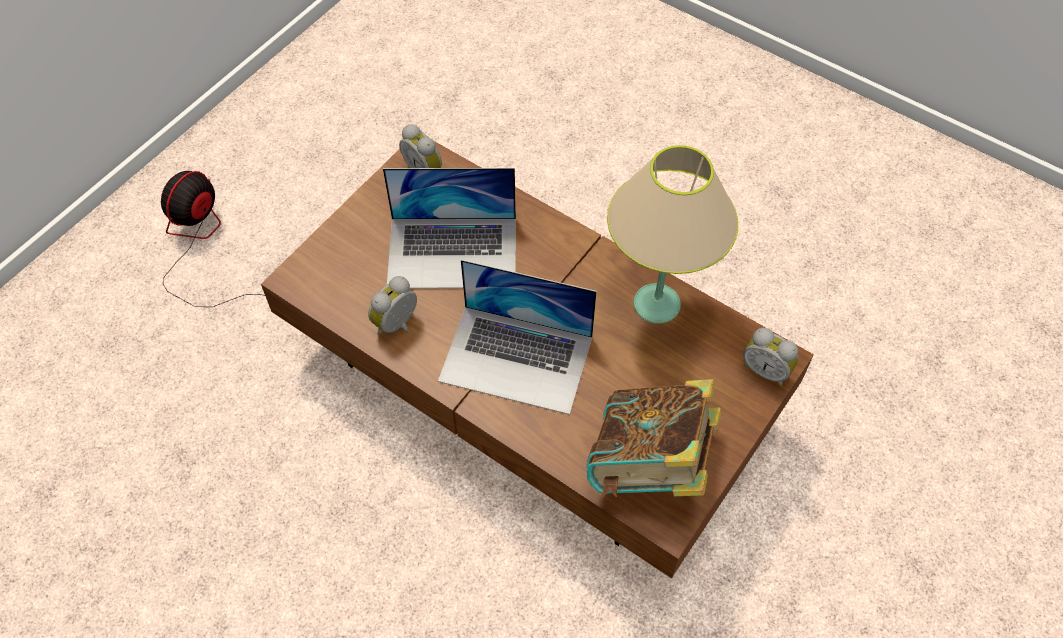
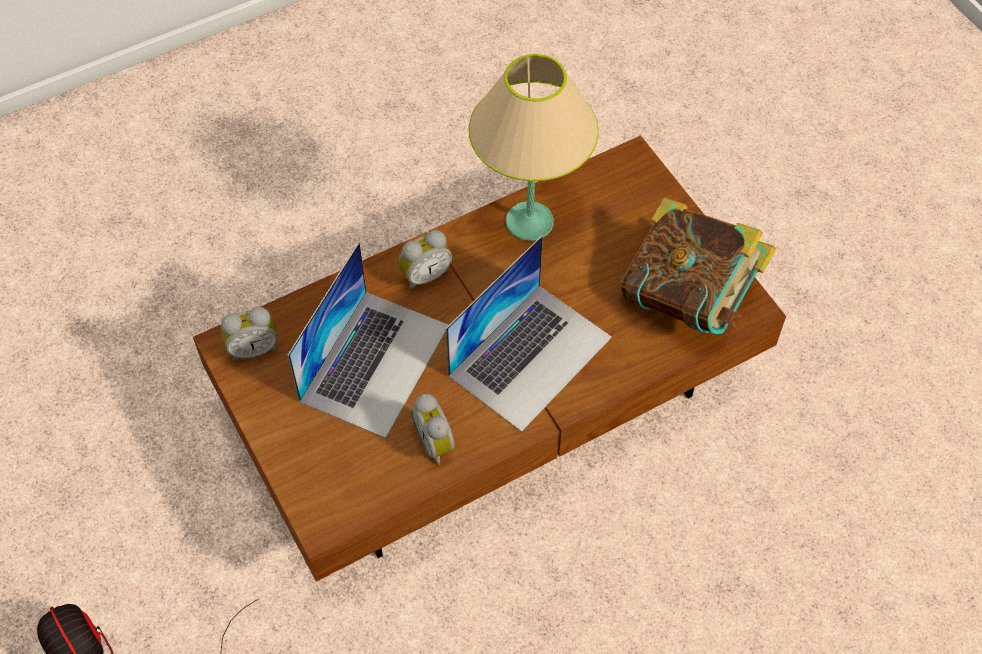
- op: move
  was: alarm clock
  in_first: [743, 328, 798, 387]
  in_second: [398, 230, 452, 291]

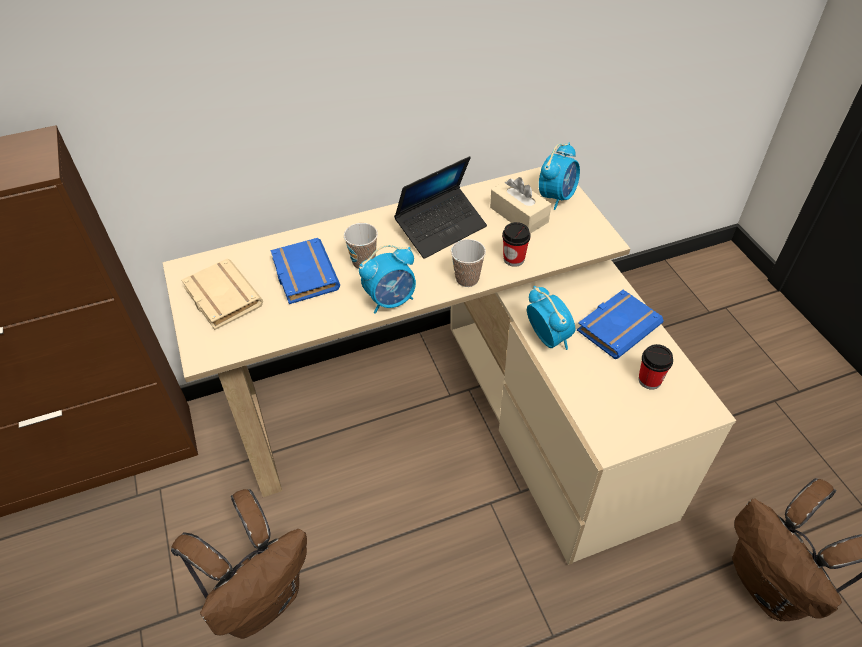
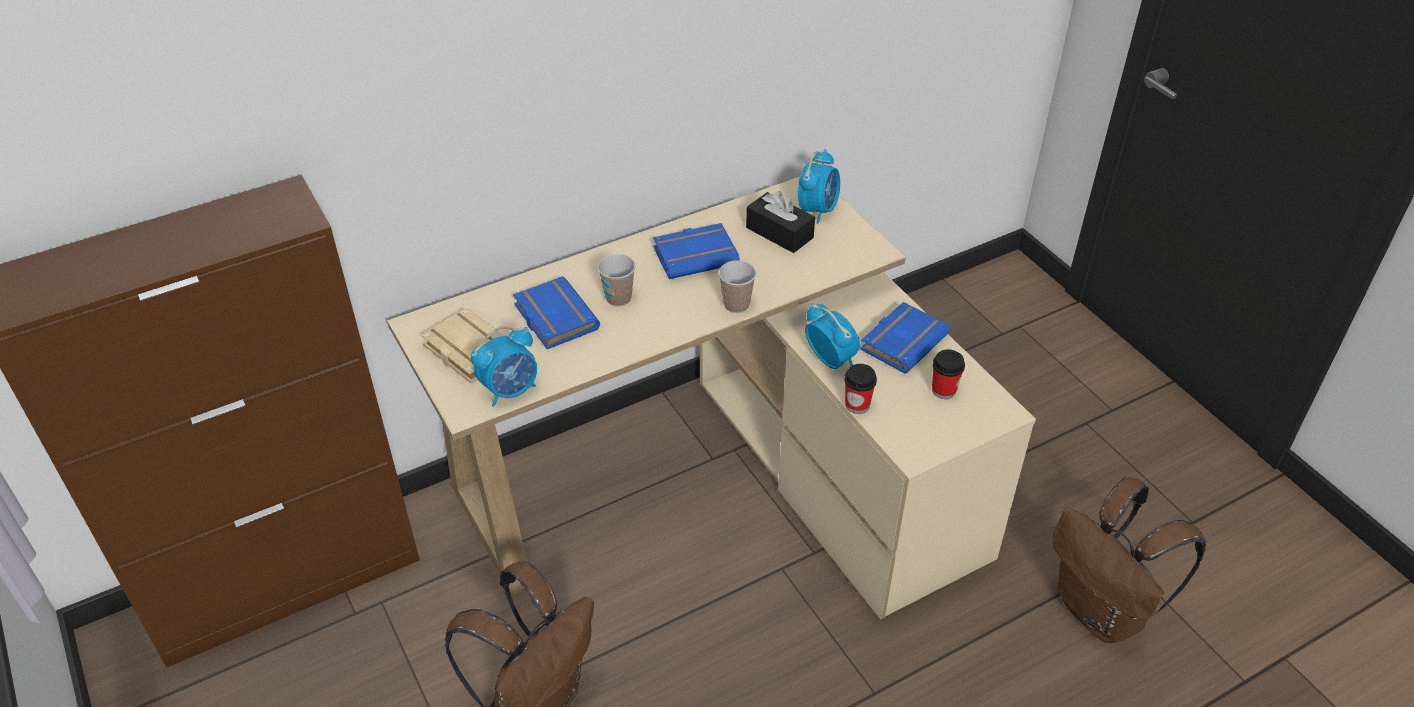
- op: move
  was: alarm clock
  in_first: [359, 245, 416, 314]
  in_second: [471, 327, 537, 407]
- op: replace
  was: laptop
  now: blue book
  in_first: [394, 156, 487, 259]
  in_second: [653, 223, 740, 279]
- op: recolor
  was: beige tissue box
  now: black tissue box
  in_first: [490, 177, 551, 234]
  in_second: [746, 191, 815, 253]
- op: move
  was: cup
  in_first: [502, 222, 531, 267]
  in_second: [844, 364, 877, 414]

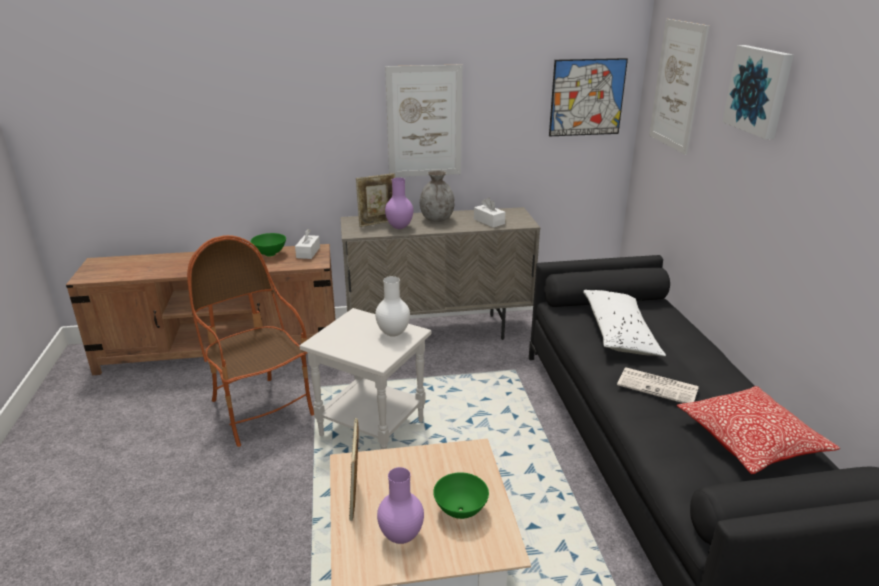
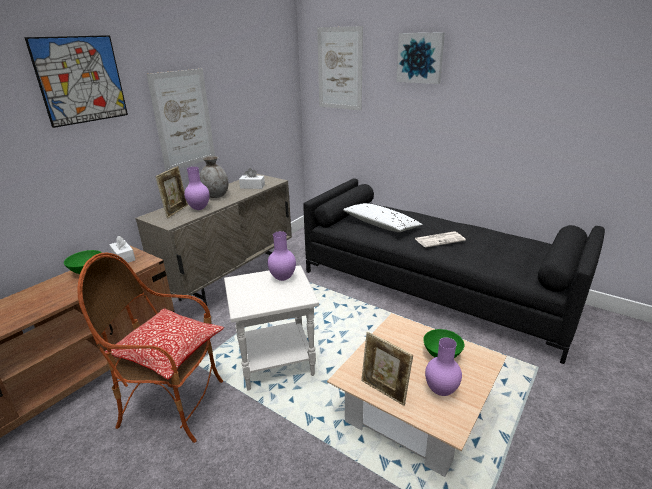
- op: recolor
  was: white vase
  now: purple vase
  in_first: [375, 276, 410, 337]
  in_second: [268, 231, 296, 281]
- op: move
  was: picture
  in_first: [549, 58, 628, 136]
  in_second: [24, 35, 128, 128]
- op: move
  was: pillow
  in_first: [677, 386, 840, 474]
  in_second: [104, 308, 224, 380]

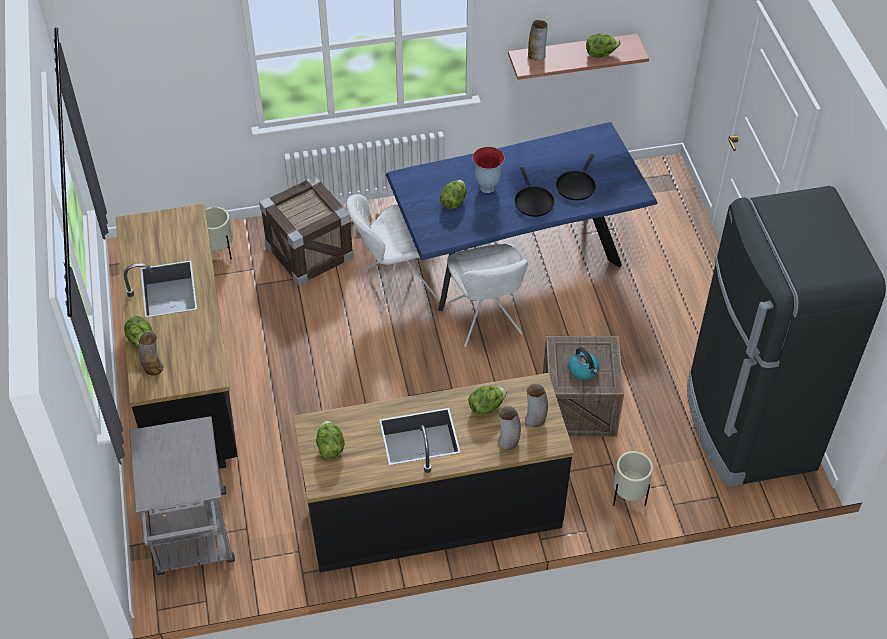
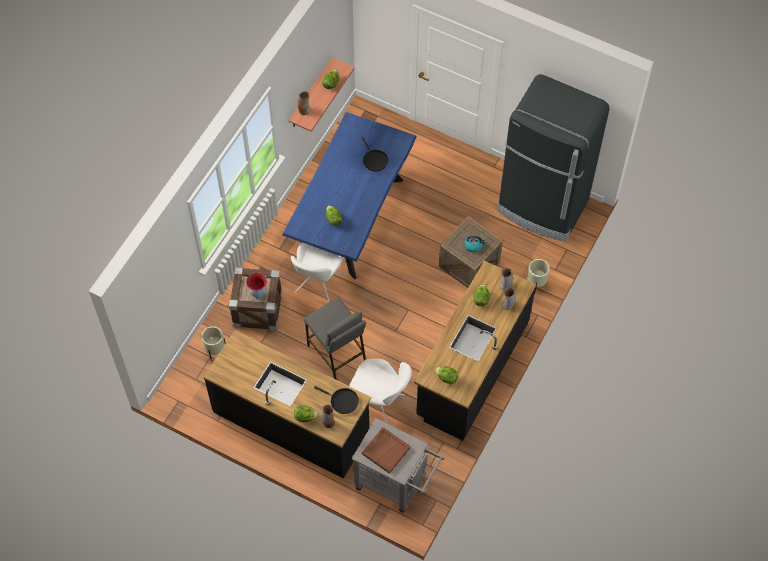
- op: move
  was: white chair
  in_first: [447, 244, 528, 347]
  in_second: [349, 358, 412, 423]
- op: move
  was: vase
  in_first: [473, 147, 504, 193]
  in_second: [246, 272, 267, 299]
- op: move
  was: black frying pan
  in_first: [515, 167, 555, 217]
  in_second: [314, 386, 359, 414]
- op: insert
  now: grey stool
  in_second: [304, 297, 366, 380]
- op: insert
  now: brown tray
  in_second: [362, 427, 411, 474]

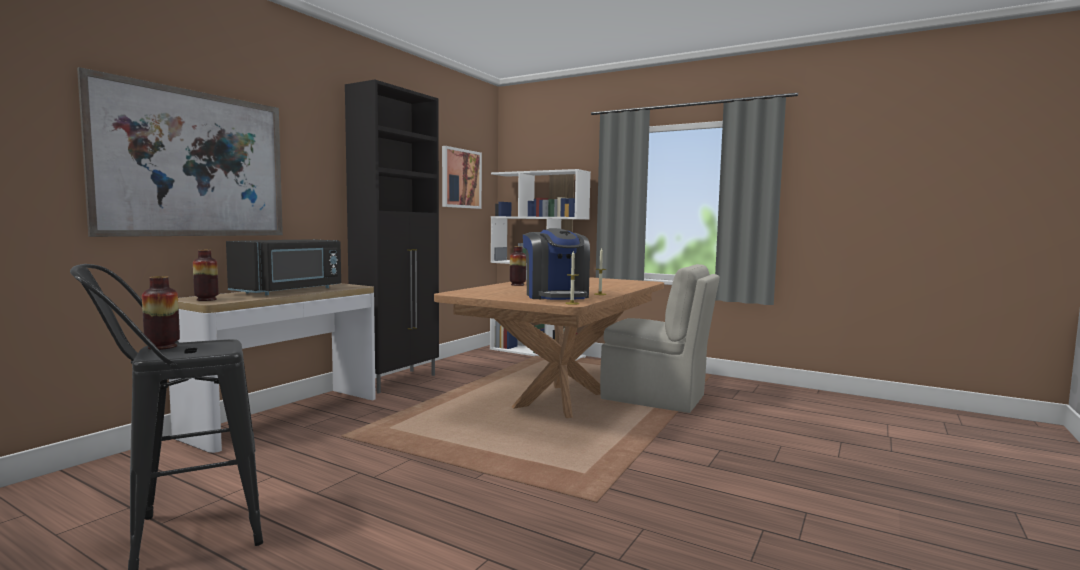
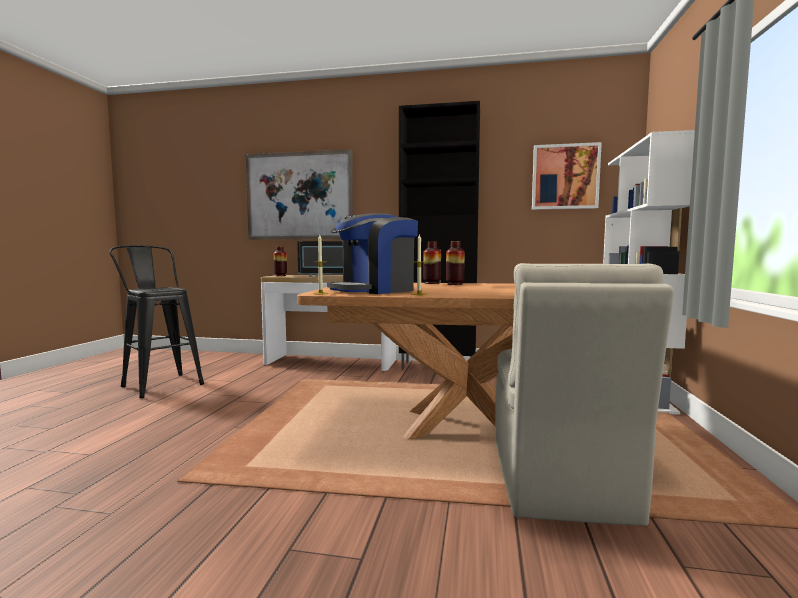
- op: move
  was: vase
  in_first: [142, 276, 180, 350]
  in_second: [423, 242, 441, 284]

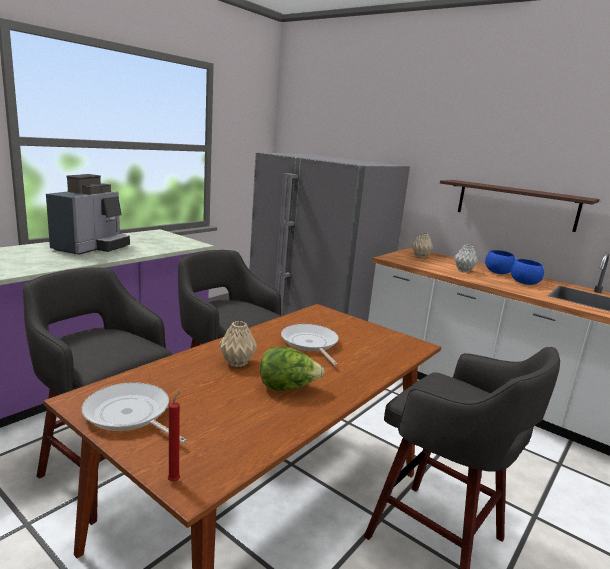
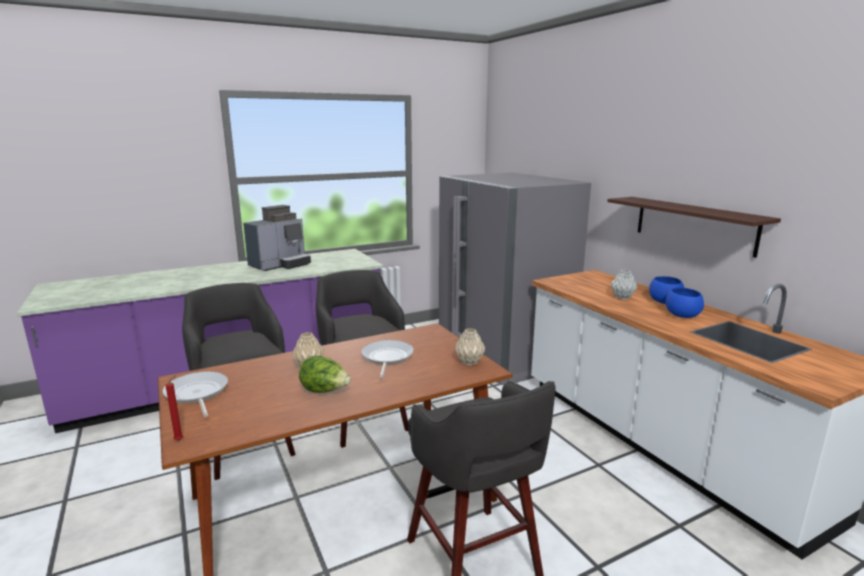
- op: move
  was: beige vase
  in_first: [412, 233, 433, 258]
  in_second: [455, 328, 485, 366]

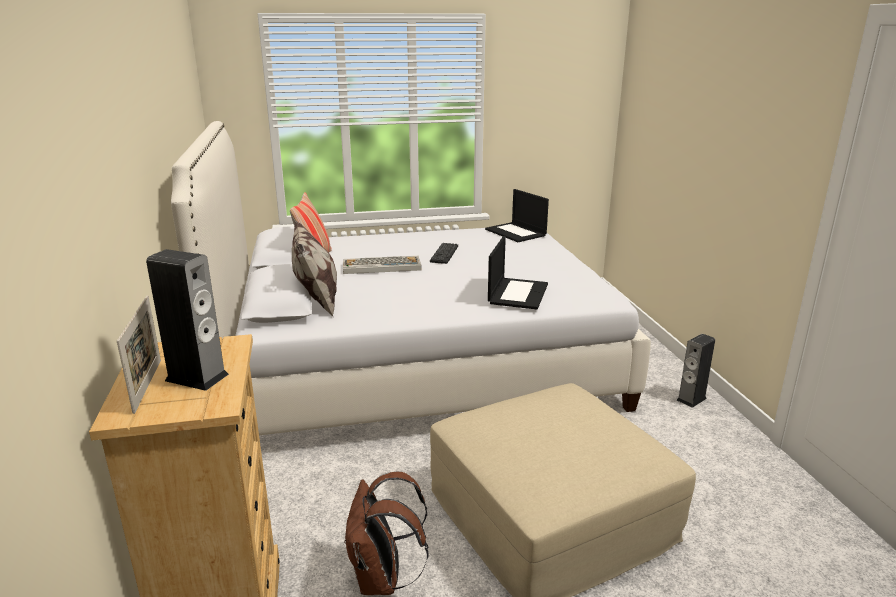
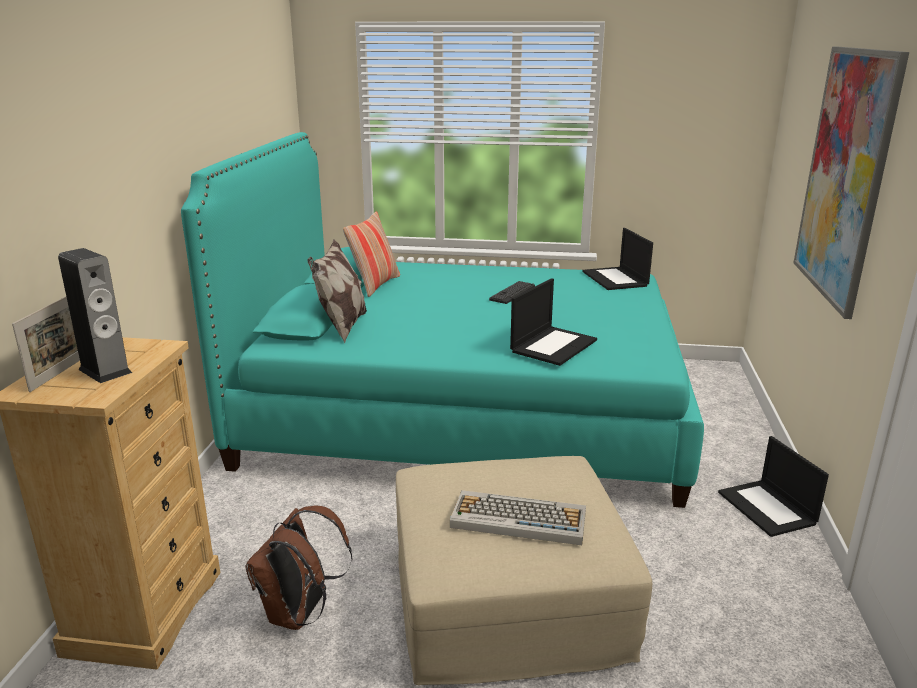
- op: recolor
  was: white bed
  now: turquoise bed
  in_first: [171, 121, 651, 435]
  in_second: [181, 132, 704, 508]
- op: move
  was: keyboard
  in_first: [343, 256, 422, 274]
  in_second: [450, 490, 586, 545]
- op: replace
  was: speaker
  now: laptop
  in_first: [677, 334, 715, 408]
  in_second: [718, 436, 829, 537]
- op: insert
  now: picture
  in_second: [793, 47, 909, 319]

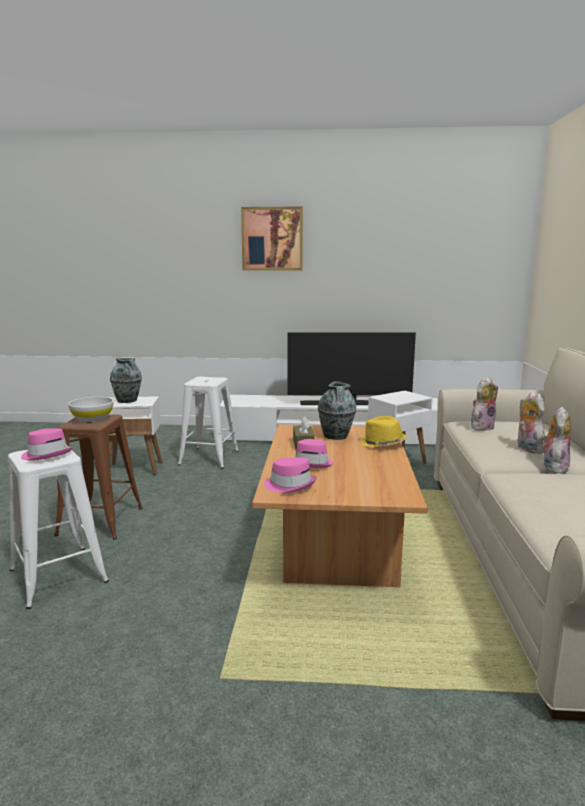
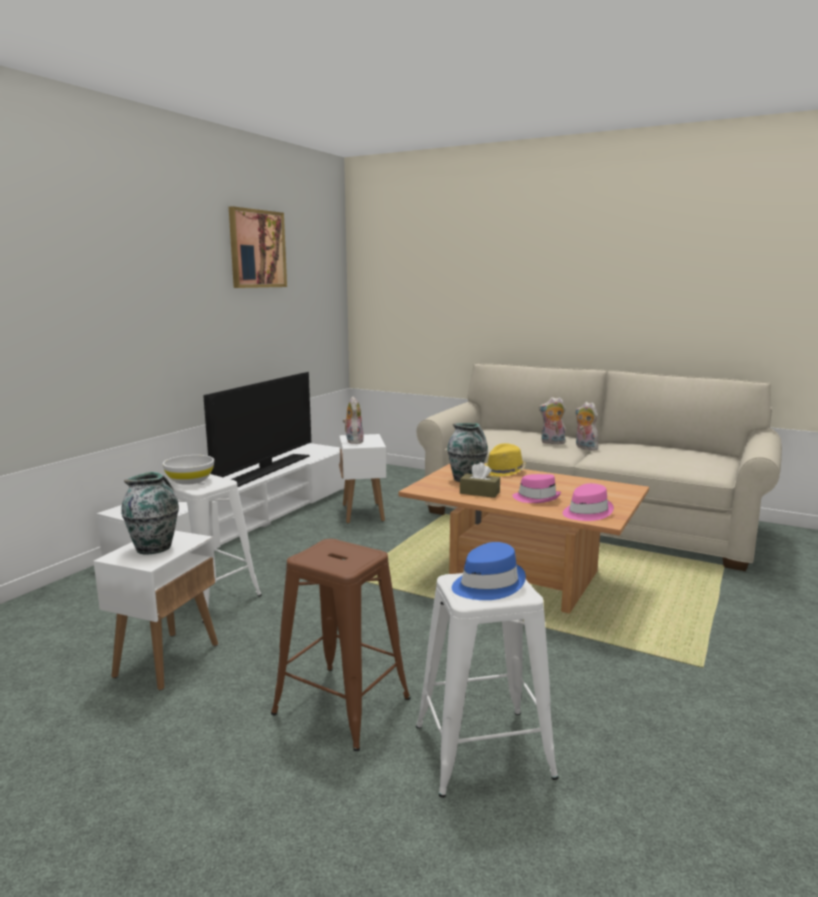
- op: recolor
  was: pink hat
  now: blue hat
  in_first: [21, 428, 73, 460]
  in_second: [452, 542, 526, 600]
- op: move
  was: white bowl
  in_first: [68, 397, 114, 422]
  in_second: [163, 455, 214, 485]
- op: move
  was: picture
  in_first: [241, 207, 303, 270]
  in_second: [229, 206, 287, 288]
- op: move
  was: plush toy
  in_first: [471, 377, 498, 431]
  in_second: [343, 397, 364, 444]

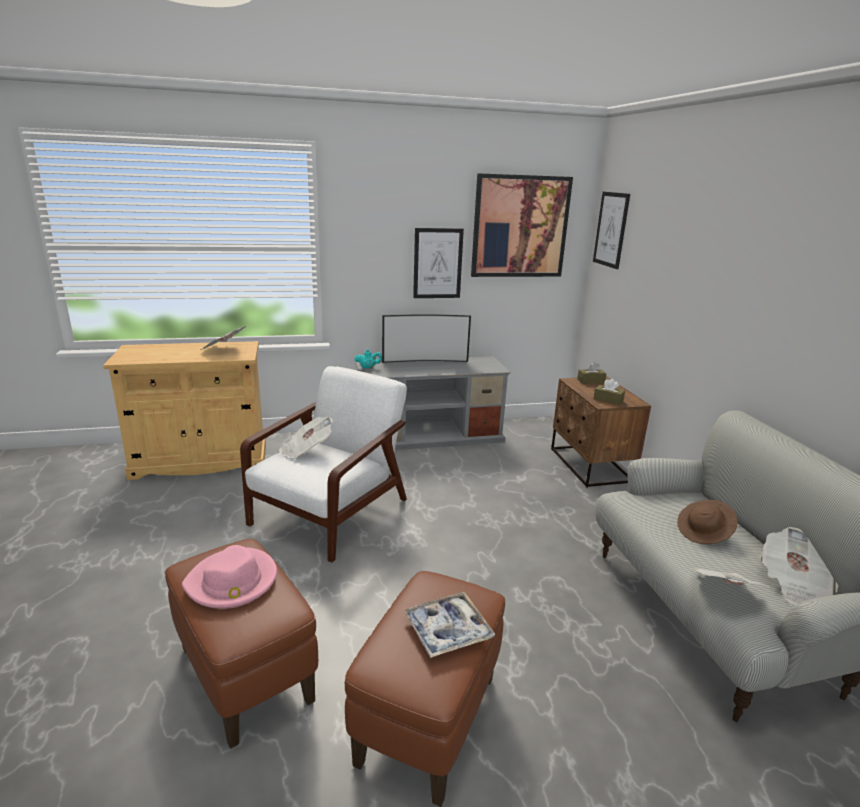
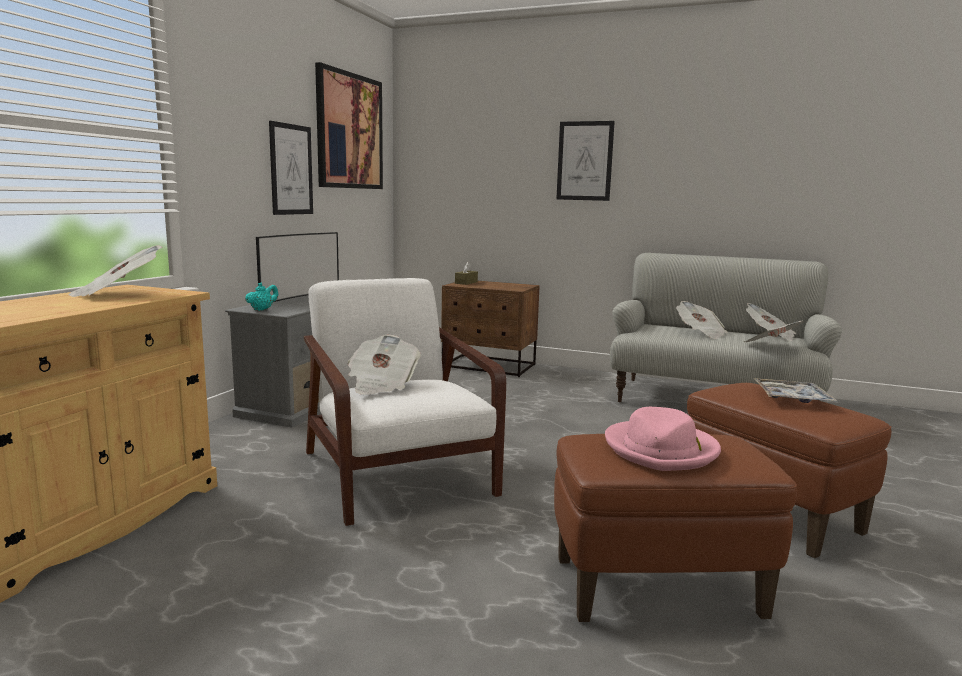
- op: move
  was: picture
  in_first: [593, 192, 630, 269]
  in_second: [556, 121, 615, 201]
- op: delete
  was: brown tissue box
  in_first: [593, 379, 625, 405]
- op: replace
  was: brown hat
  now: newspaper
  in_first: [677, 500, 738, 544]
  in_second: [676, 301, 728, 339]

